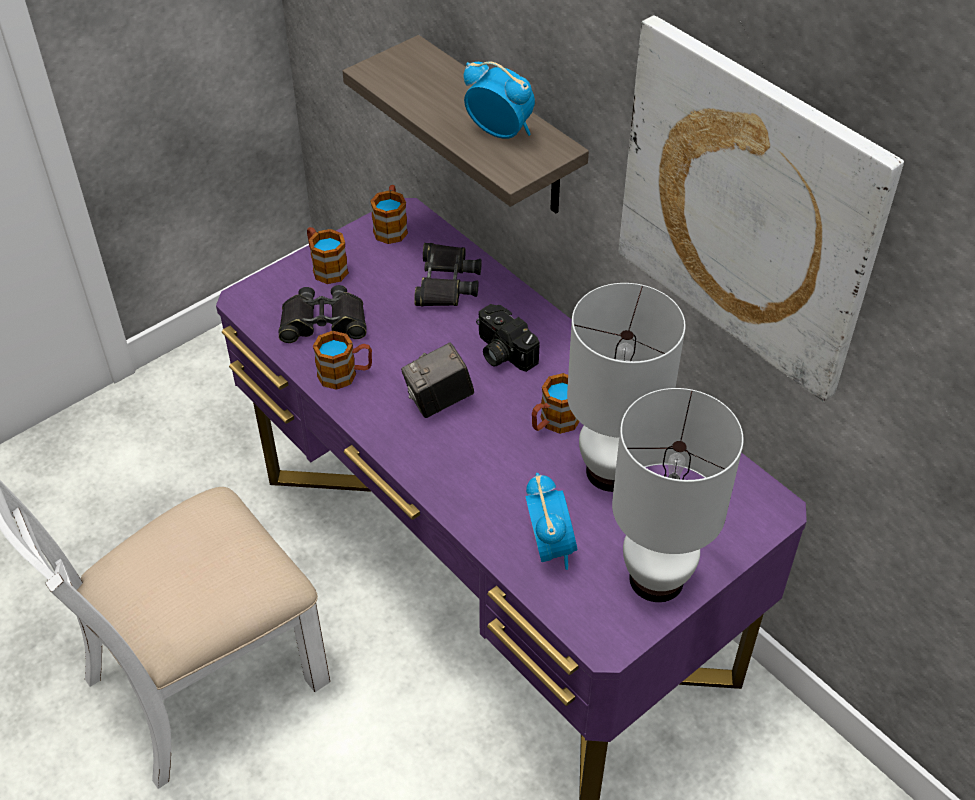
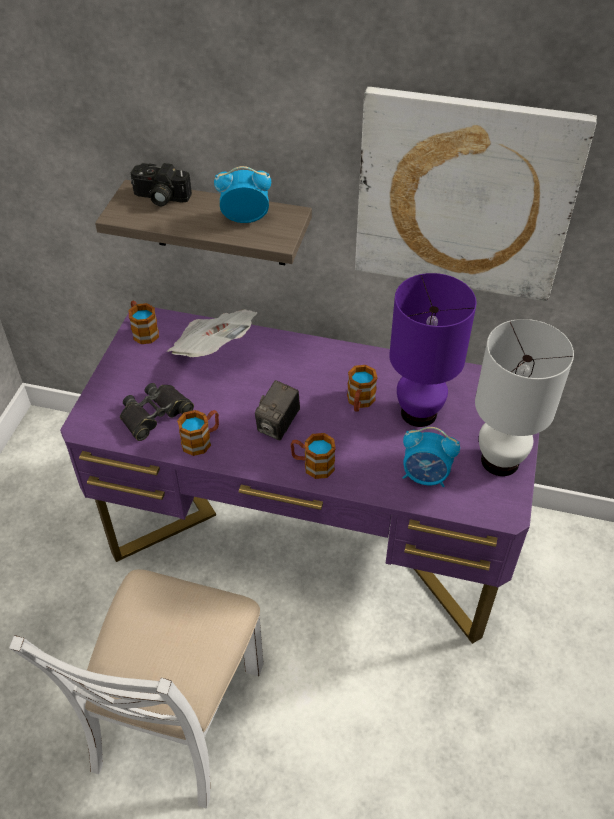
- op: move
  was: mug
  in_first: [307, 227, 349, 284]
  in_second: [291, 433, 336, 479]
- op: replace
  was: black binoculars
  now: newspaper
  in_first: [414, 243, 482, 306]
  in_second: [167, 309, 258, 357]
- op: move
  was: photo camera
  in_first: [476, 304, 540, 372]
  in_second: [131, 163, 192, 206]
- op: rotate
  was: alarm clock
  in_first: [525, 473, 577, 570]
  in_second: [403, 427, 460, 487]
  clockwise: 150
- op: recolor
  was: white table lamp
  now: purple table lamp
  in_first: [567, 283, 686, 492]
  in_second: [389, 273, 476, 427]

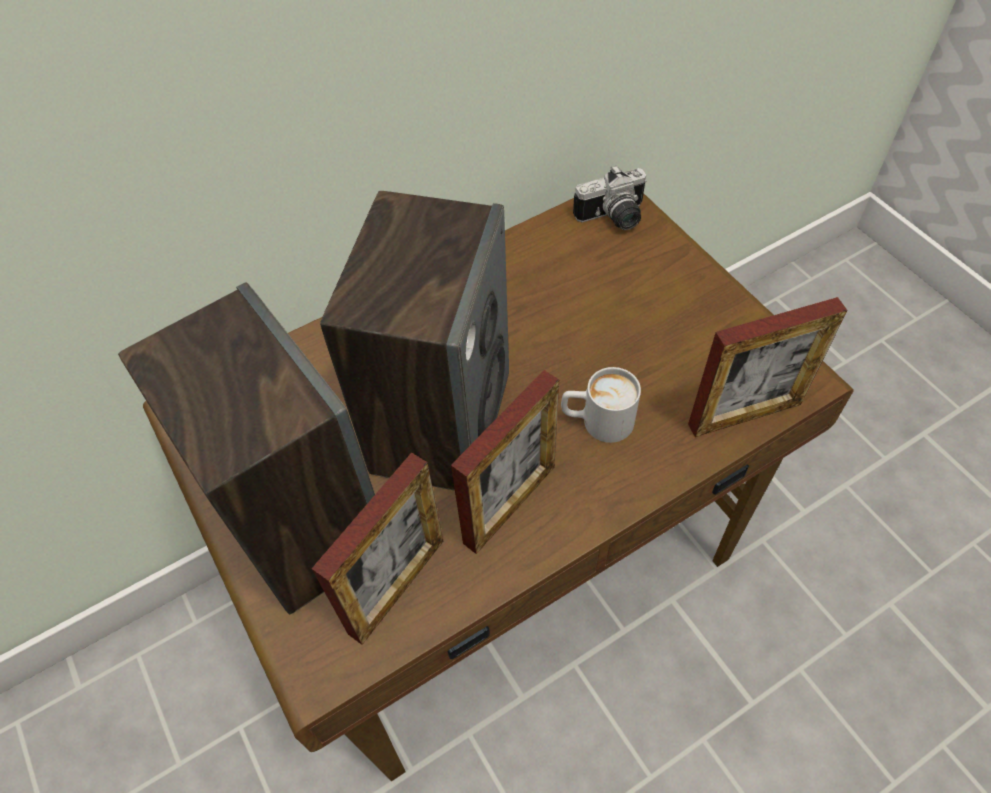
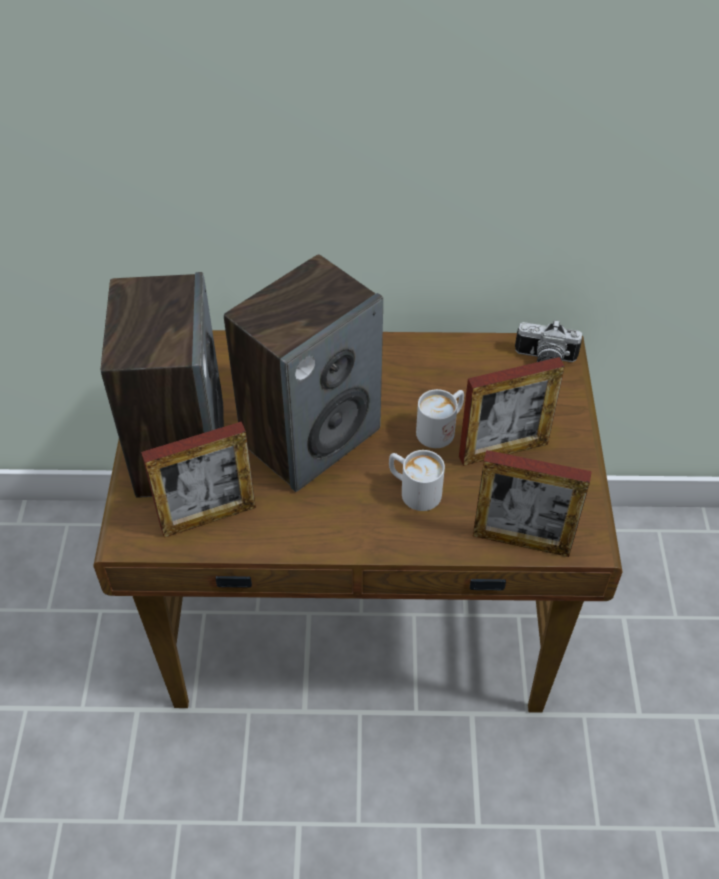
- op: move
  was: picture frame
  in_first: [451, 370, 559, 554]
  in_second: [459, 357, 565, 466]
- op: insert
  now: white mug
  in_second: [416, 389, 464, 448]

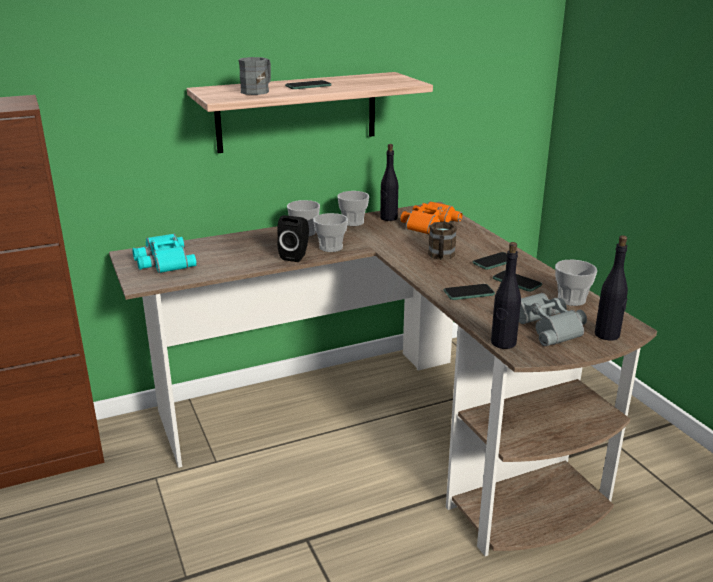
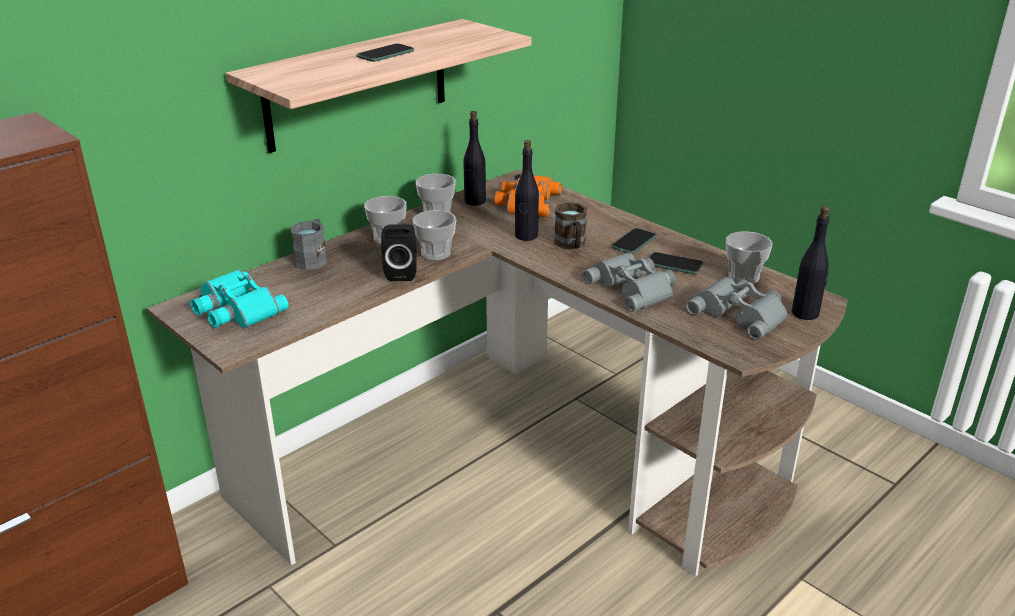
- op: move
  was: grey mug
  in_first: [239, 57, 271, 95]
  in_second: [291, 219, 328, 270]
- op: replace
  was: phone
  now: grey binoculars
  in_first: [444, 284, 495, 300]
  in_second: [583, 253, 676, 312]
- op: move
  was: black bottle
  in_first: [491, 242, 521, 349]
  in_second: [515, 140, 539, 241]

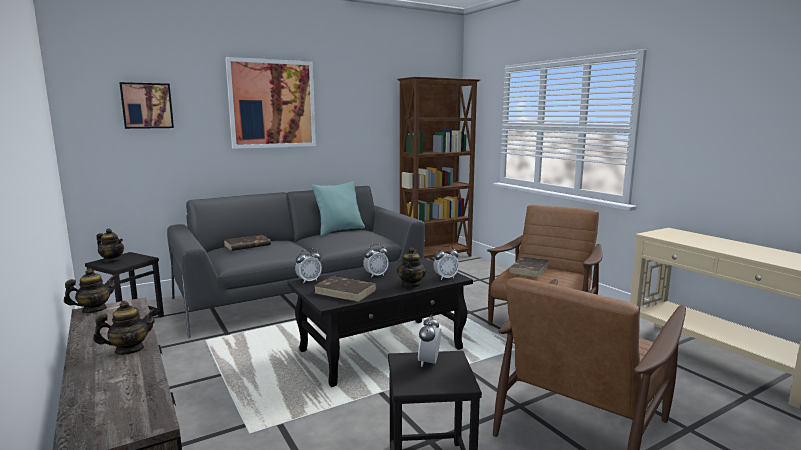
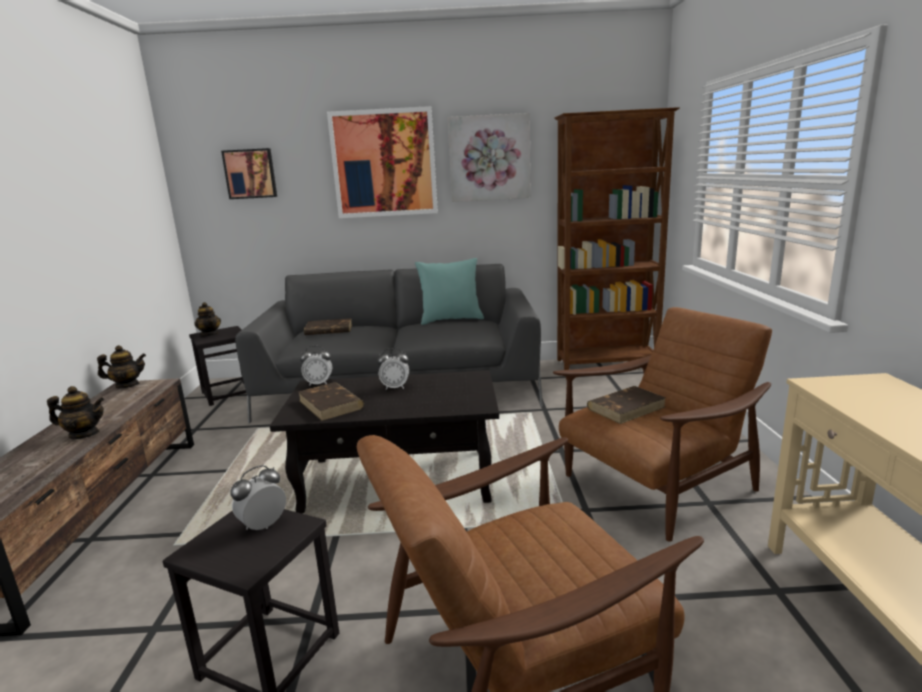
- op: delete
  was: teapot
  in_first: [397, 247, 426, 288]
- op: delete
  was: alarm clock
  in_first: [433, 246, 459, 280]
- op: insert
  now: picture
  in_second: [448, 113, 531, 202]

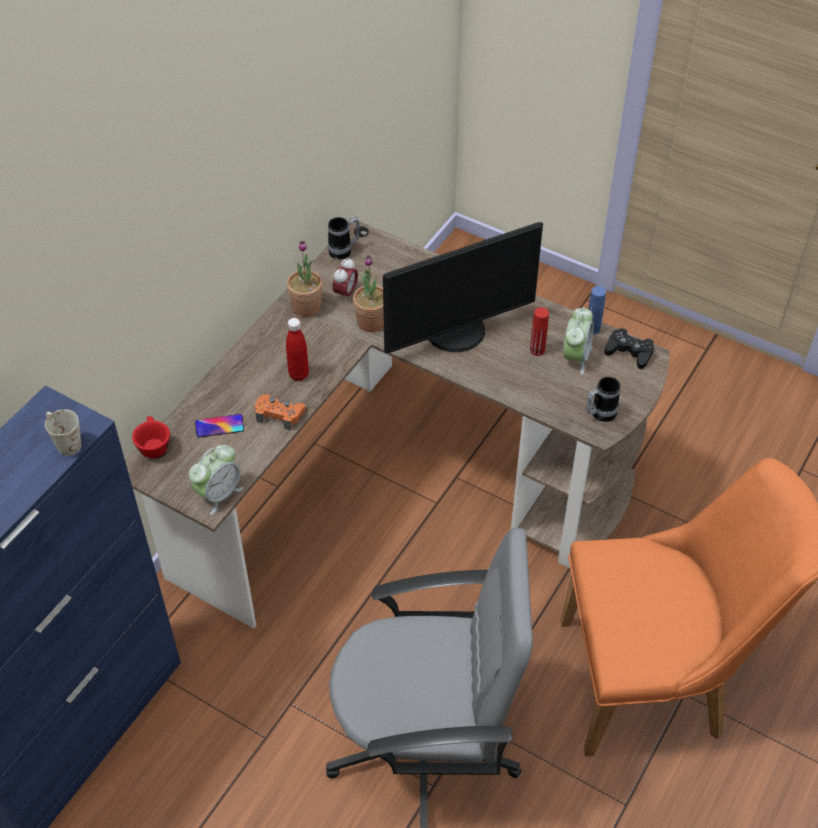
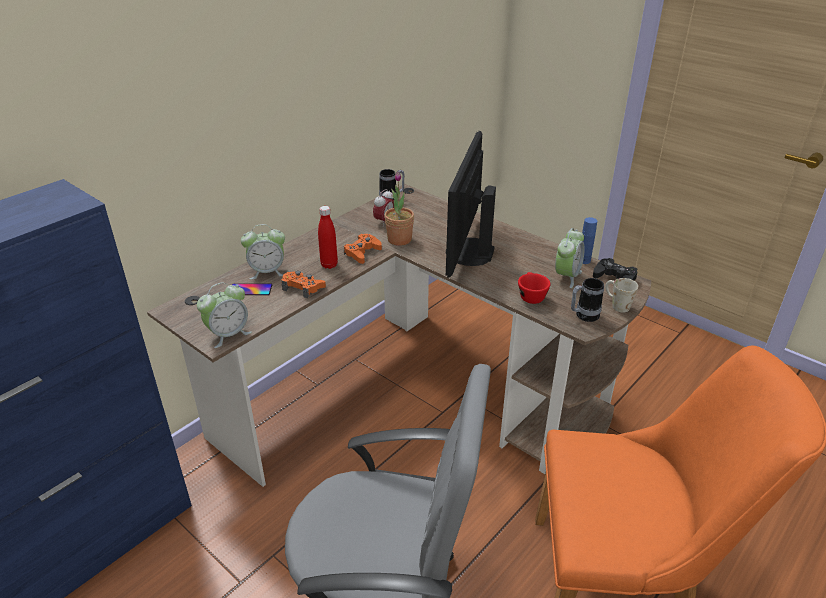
- op: move
  was: white mug
  in_first: [45, 409, 81, 456]
  in_second: [605, 278, 638, 313]
- op: move
  was: red cup
  in_first: [132, 416, 170, 458]
  in_second: [518, 272, 551, 304]
- op: delete
  was: potted plant
  in_first: [287, 241, 322, 317]
- op: rotate
  was: monitor
  in_first: [383, 222, 543, 353]
  in_second: [446, 131, 496, 278]
  clockwise: 120
- op: delete
  was: red bottle
  in_first: [530, 307, 549, 356]
- op: insert
  now: alarm clock
  in_second: [241, 224, 285, 279]
- op: insert
  now: orange game controller
  in_second: [344, 234, 382, 264]

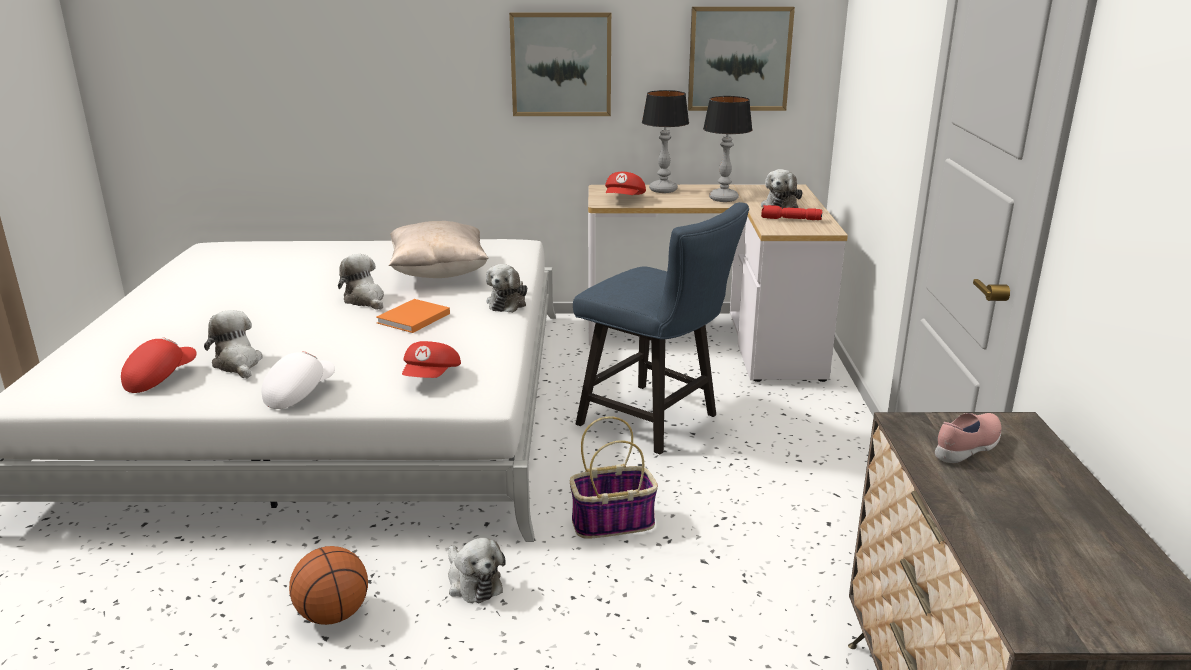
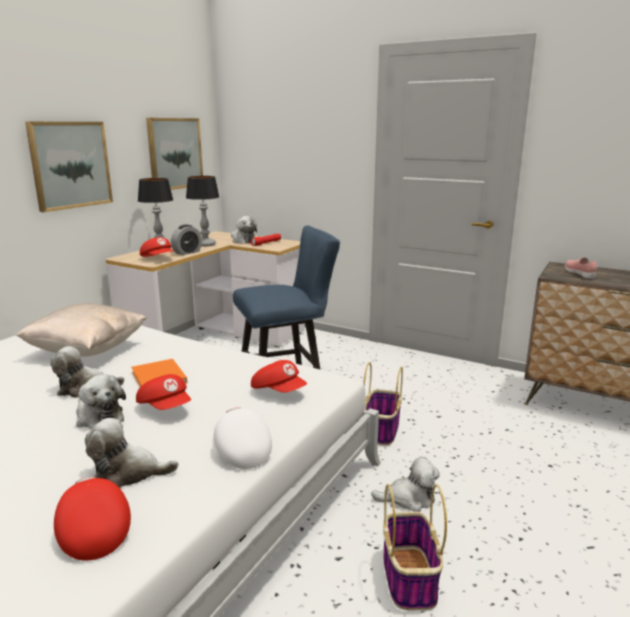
- op: replace
  was: basketball
  now: basket
  in_first: [289, 546, 368, 625]
  in_second: [383, 484, 447, 610]
- op: move
  was: plush toy
  in_first: [486, 264, 527, 313]
  in_second: [76, 374, 126, 429]
- op: insert
  now: red cap
  in_second: [136, 374, 191, 410]
- op: insert
  now: alarm clock
  in_second: [171, 225, 202, 255]

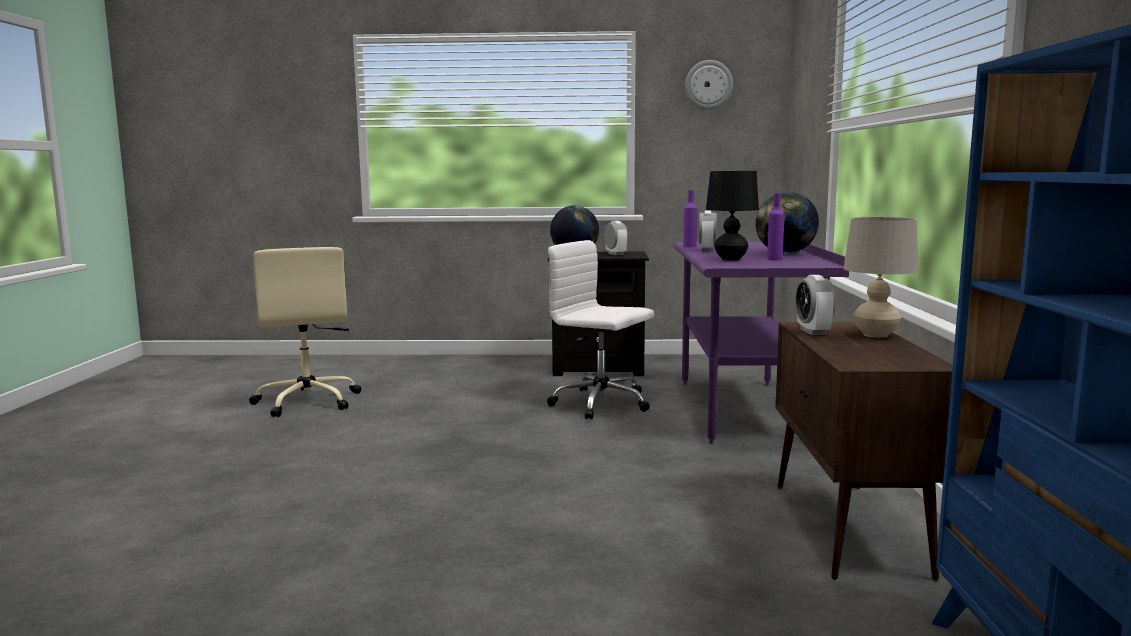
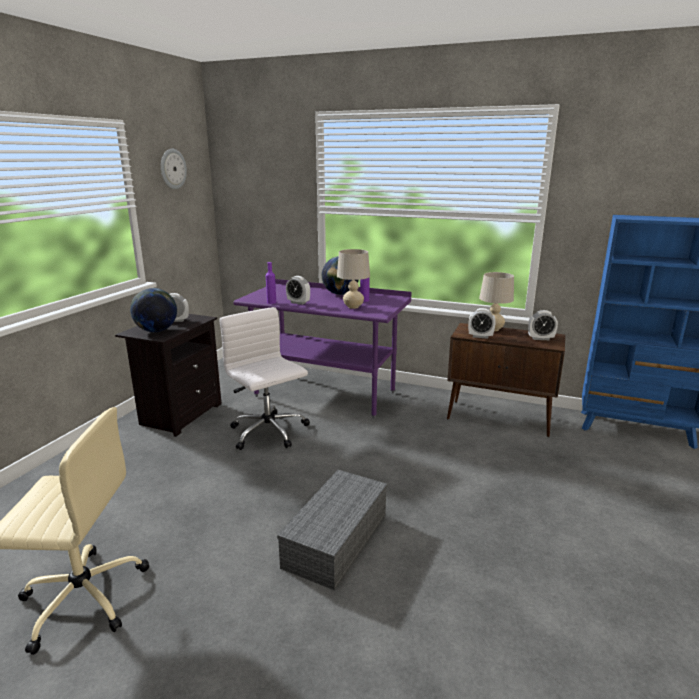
- op: rotate
  was: white office chair
  in_first: [547, 240, 655, 420]
  in_second: [219, 307, 310, 450]
  clockwise: 90
- op: recolor
  was: black table lamp
  now: beige table lamp
  in_first: [706, 171, 759, 260]
  in_second: [337, 249, 370, 309]
- op: insert
  now: grey storage box
  in_second: [277, 470, 387, 590]
- op: insert
  now: alarm clock
  in_second: [528, 310, 558, 340]

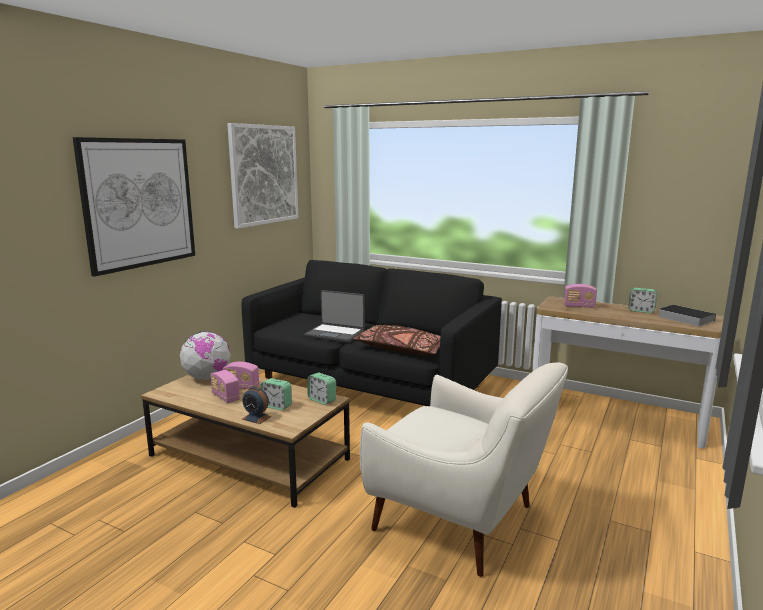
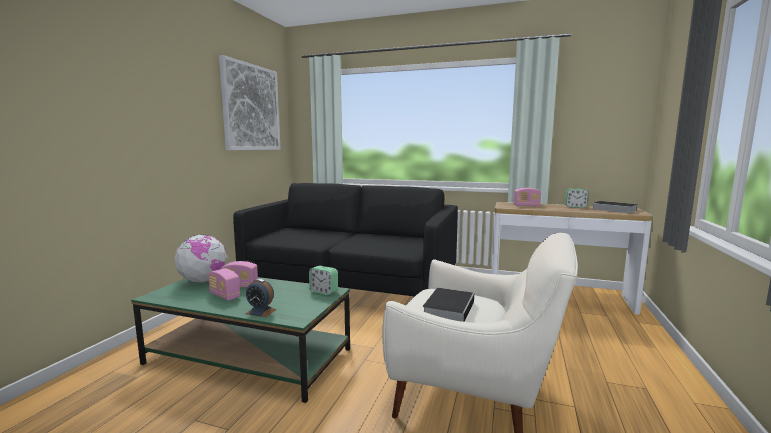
- op: delete
  was: picture
  in_first: [72, 137, 195, 277]
- op: recolor
  was: brown coffee table
  now: green coffee table
  in_first: [141, 374, 350, 508]
  in_second: [131, 277, 350, 403]
- op: delete
  was: alarm clock
  in_first: [260, 378, 292, 410]
- op: delete
  was: laptop
  in_first: [304, 290, 365, 343]
- op: delete
  was: brown pillow
  in_first: [353, 325, 440, 356]
- op: insert
  now: book
  in_second: [422, 288, 474, 322]

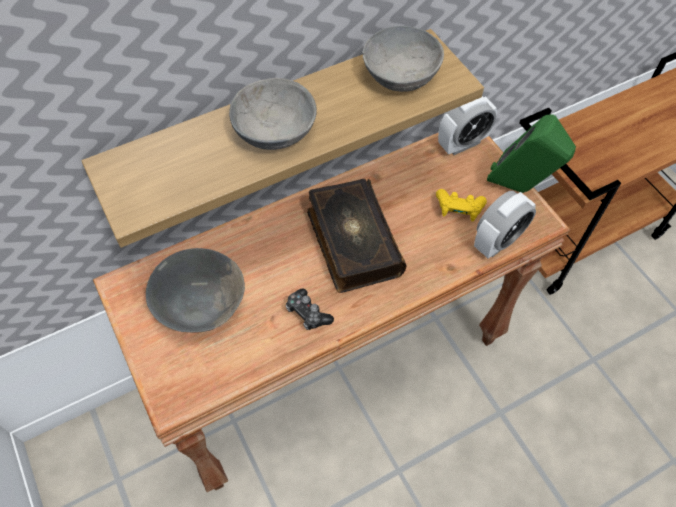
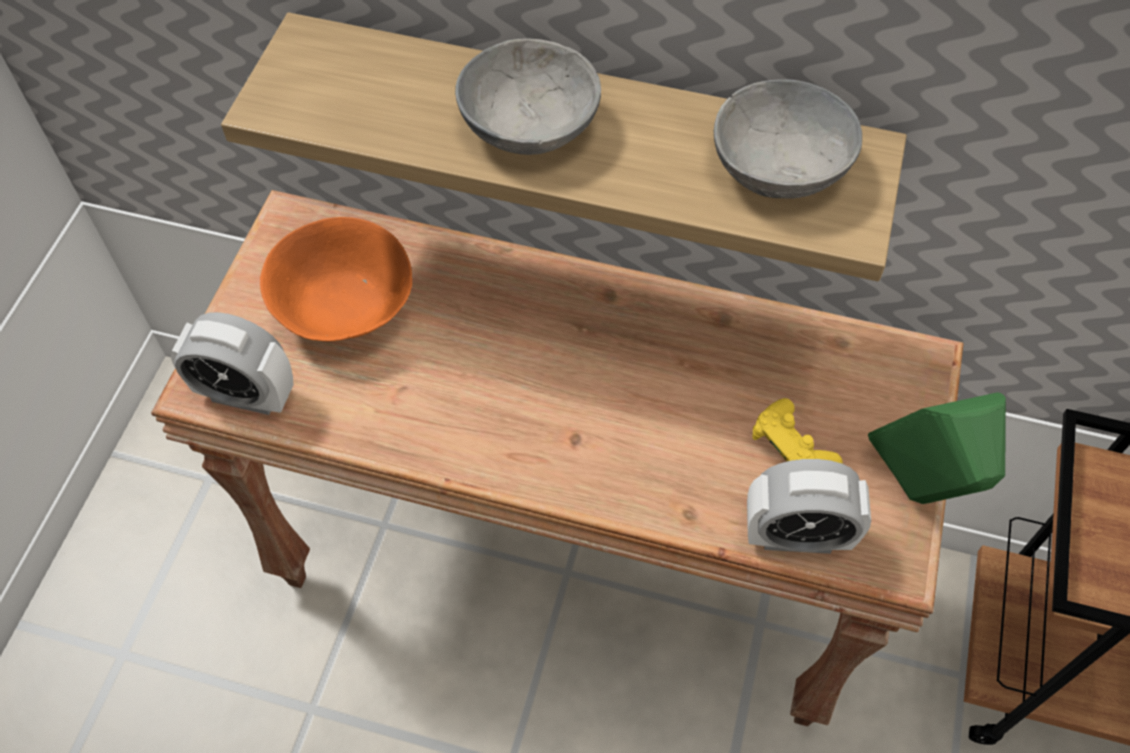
- op: recolor
  was: grey bowl
  now: orange bowl
  in_first: [146, 248, 245, 332]
  in_second: [260, 217, 412, 341]
- op: delete
  was: game controller
  in_first: [285, 289, 334, 330]
- op: delete
  was: book
  in_first: [307, 179, 406, 293]
- op: move
  was: alarm clock
  in_first: [438, 96, 497, 155]
  in_second: [171, 312, 294, 415]

